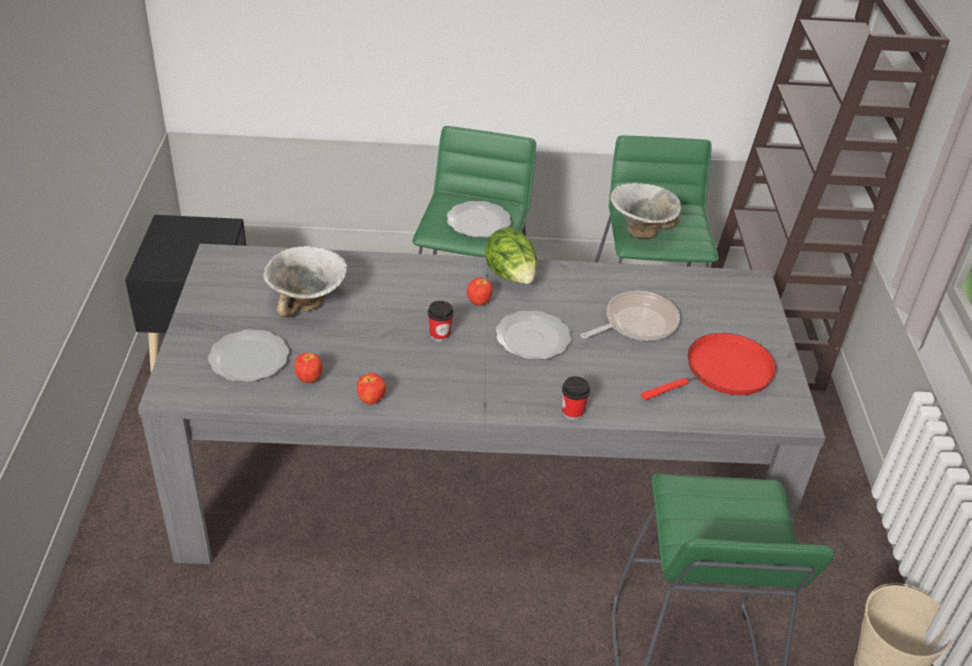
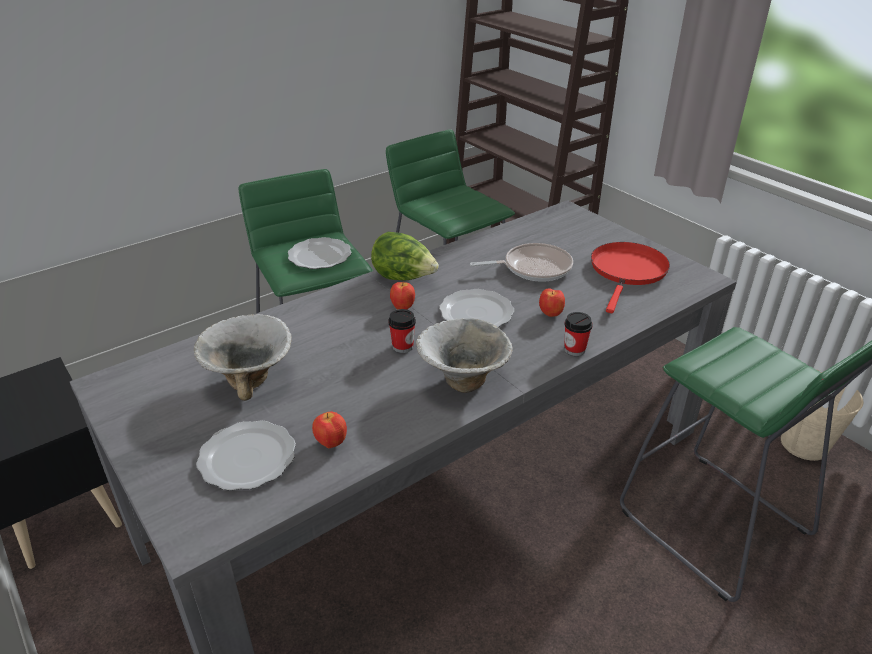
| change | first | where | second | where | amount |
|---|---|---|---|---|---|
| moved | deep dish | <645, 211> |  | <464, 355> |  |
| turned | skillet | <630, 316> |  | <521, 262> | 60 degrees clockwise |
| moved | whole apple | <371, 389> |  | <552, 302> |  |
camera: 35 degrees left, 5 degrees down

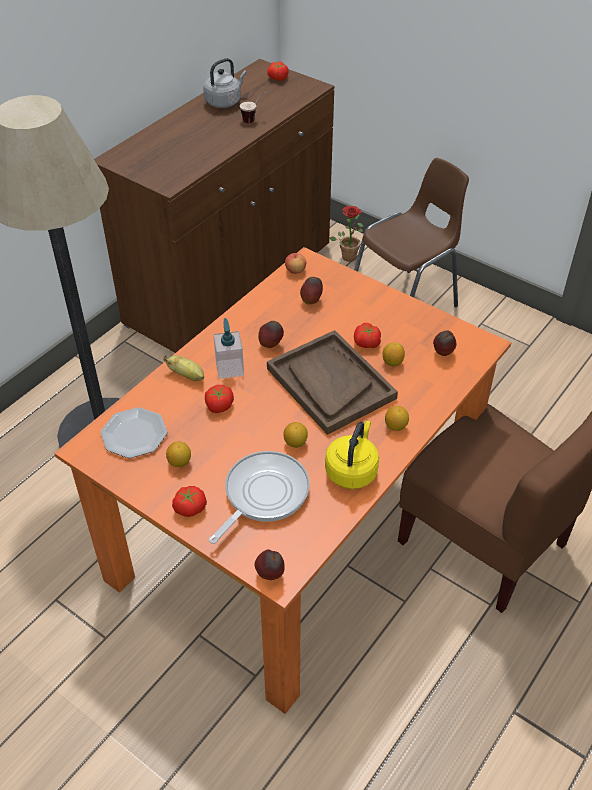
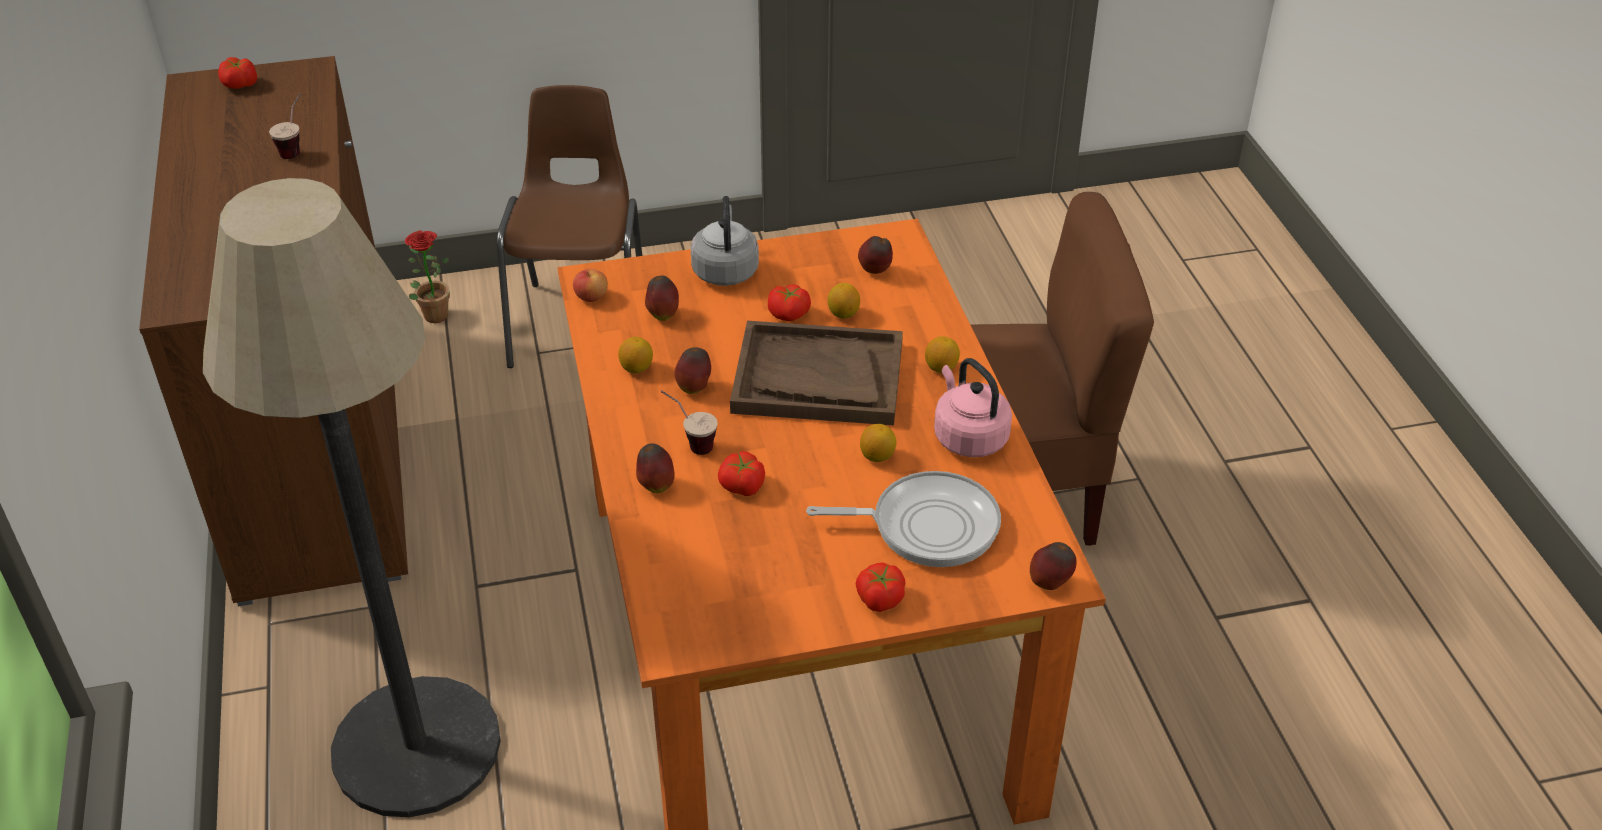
| change | first | where | second | where | amount |
|---|---|---|---|---|---|
| moved | tea kettle in greyish | <225, 83> |  | <724, 241> |  |
| replaced | liquid soap bottle | <229, 348> | cup | <689, 423> |  |
| replaced | whole banana | <184, 368> | whole apple | <655, 468> |  |
| removed | plate | <134, 432> |  |  |  |
| recoloured | tea kettle in yellow-coloured | <352, 455> | tea kettle in pink-coloured | <973, 407> |  |
| moved | whole lemon | <178, 454> |  | <635, 355> |  |
| turned | skillet | <259, 497> |  | <903, 519> | 105 degrees clockwise |
camera: 50 degrees left, 5 degrees down

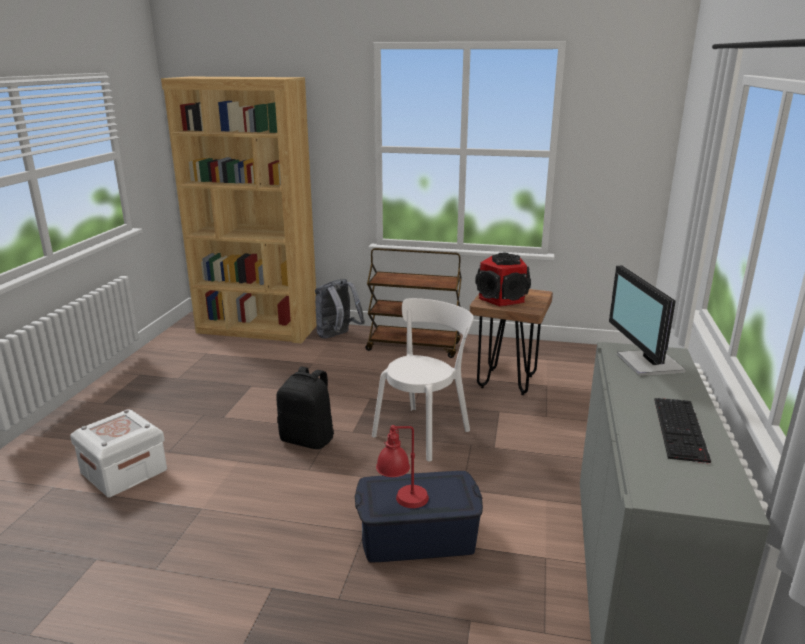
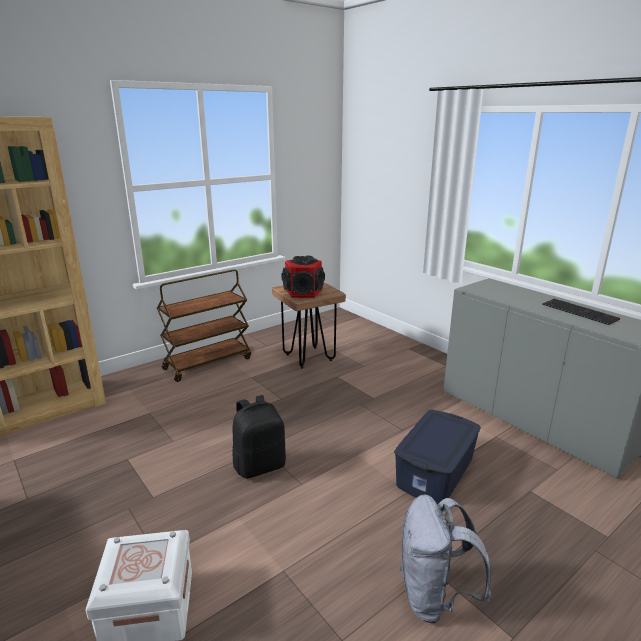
| change | first | where | second | where | amount |
|---|---|---|---|---|---|
| removed | monitor | <647, 321> |  |  |  |
| moved | knapsack in greyish | <340, 309> |  | <445, 559> |  |
| removed | chair in whitish | <423, 379> |  |  |  |
| removed | table lamp in red-coloured | <402, 466> |  |  |  |
camera: 50 degrees left, 0 degrees up

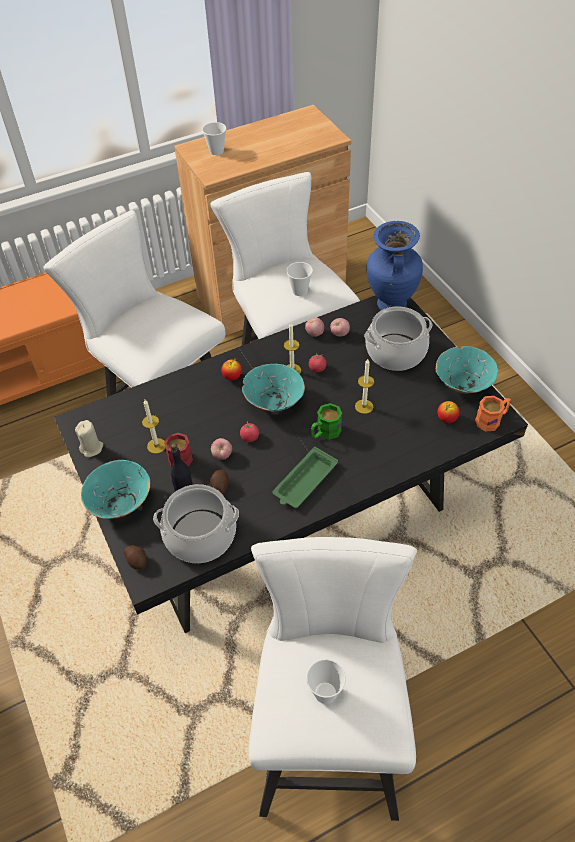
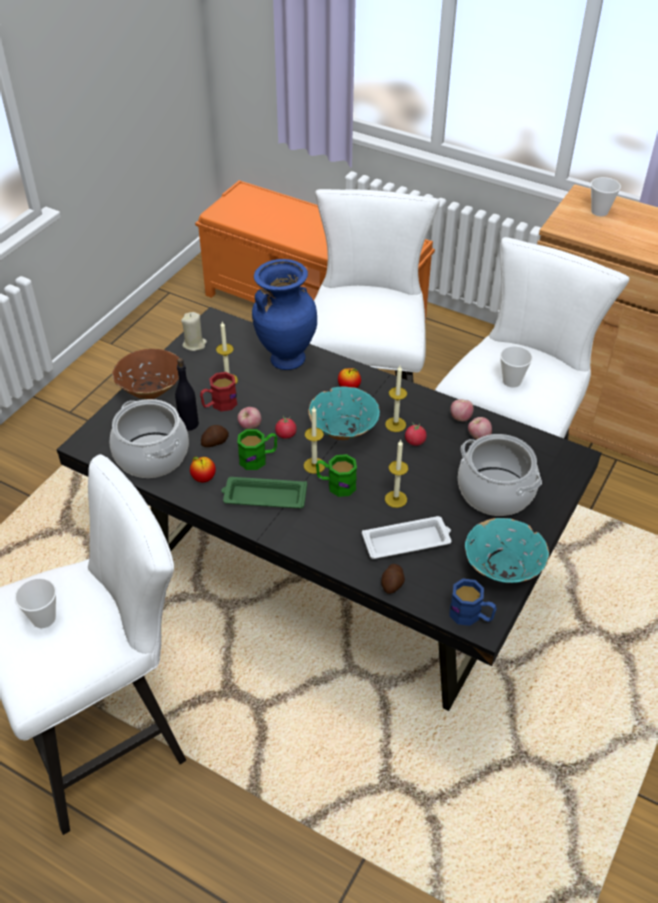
| change | first | where | second | where | amount |
|---|---|---|---|---|---|
| moved | decorative vase in blue | <394, 265> |  | <284, 314> |  |
| recoloured | tea mug in orangey | <493, 413> | tea mug in blue | <473, 602> |  |
| moved | whole apple | <448, 412> |  | <203, 469> |  |
| recoloured | deep dish in turquoise | <115, 489> | deep dish in brown-coloured | <145, 374> |  |
| moved | spud | <135, 557> |  | <393, 579> |  |
| added |  |  | candle | <314, 440> |  |
| added |  |  | tea mug in green | <257, 449> |  |
| added |  |  | serving tray in whitish | <407, 537> |  |
camera: 55 degrees right, 5 degrees down

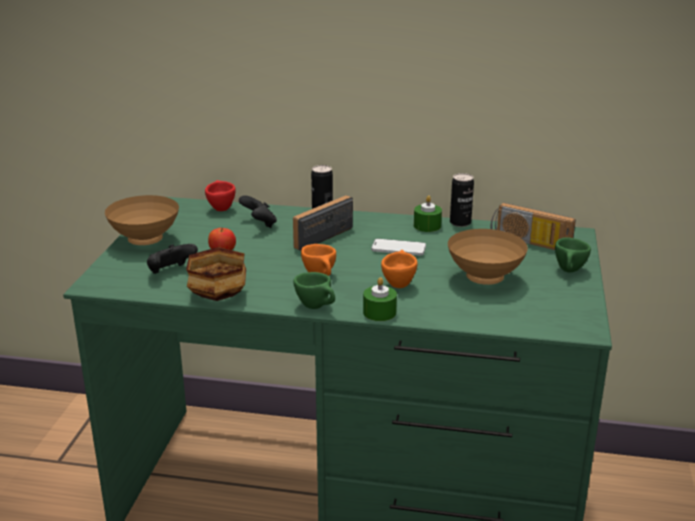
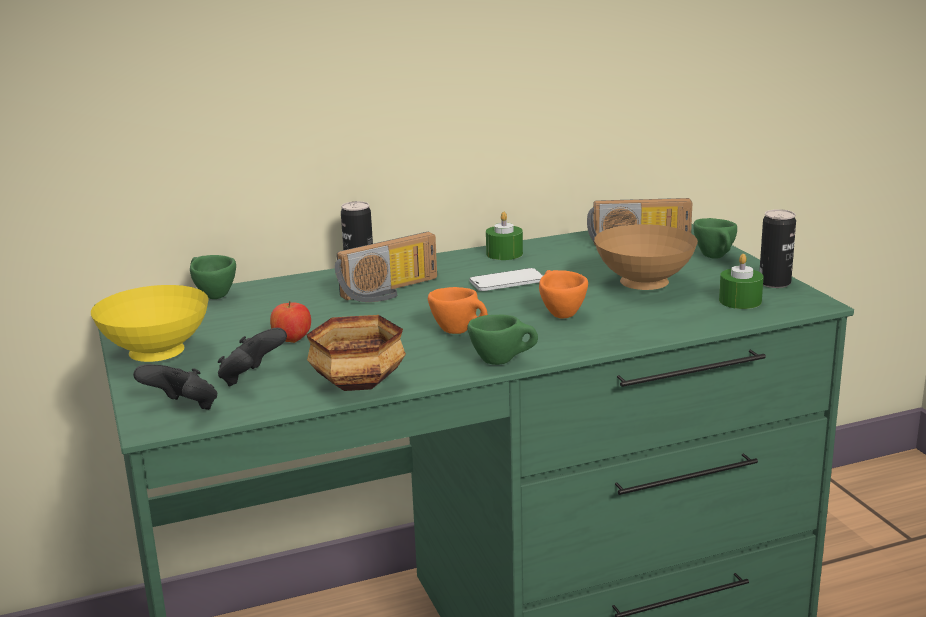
| change | first | where | second | where | amount |
|---|---|---|---|---|---|
| moved | sealed can | <462, 200> |  | <777, 248> |  |
| recoloured | cup in red-coloured | <220, 195> | cup in green | <213, 277> |  |
| recoloured | deep dish in brown-coloured | <142, 220> | deep dish in yellow-coloured | <150, 323> |  |
| moved | game controller in black-coloured | <258, 211> |  | <175, 387> |  |
| turned | radio | <323, 223> |  | <386, 267> | 135 degrees counterclockwise |
| moved | candle in green | <380, 299> |  | <741, 281> |  |
camera: 30 degrees left, 5 degrees down

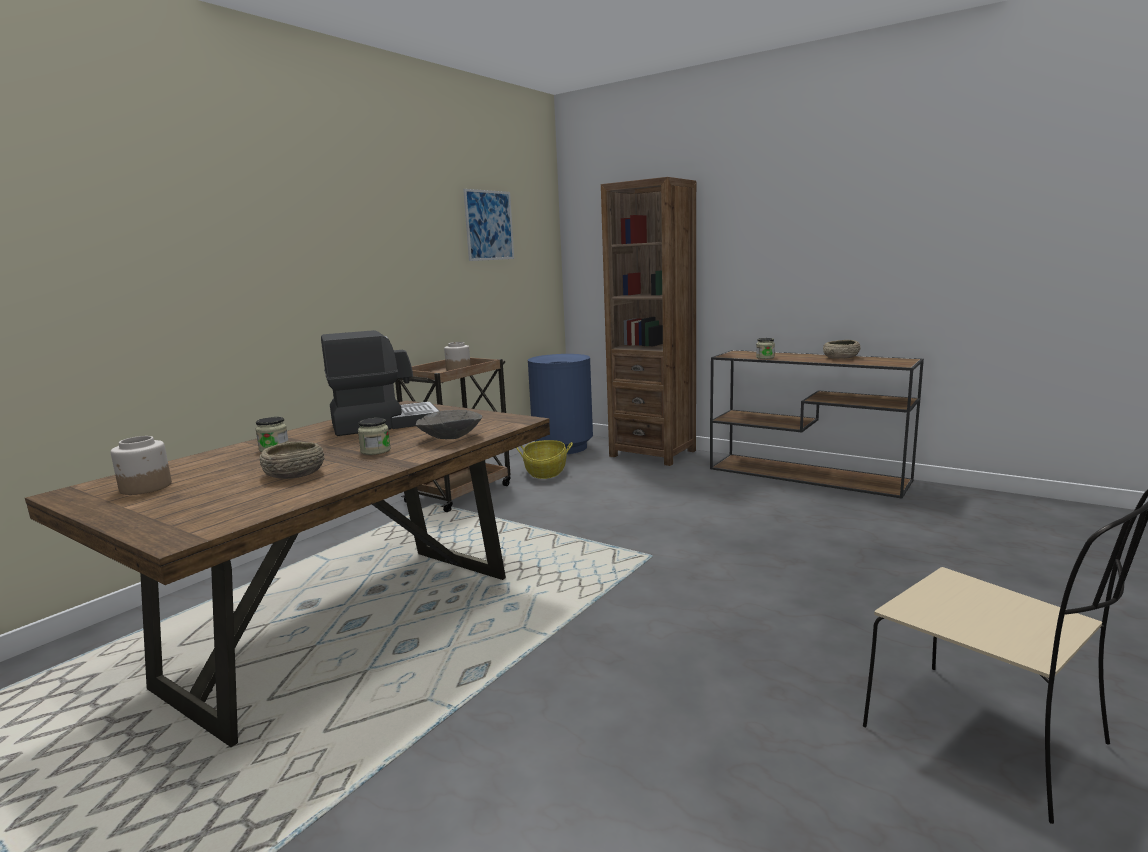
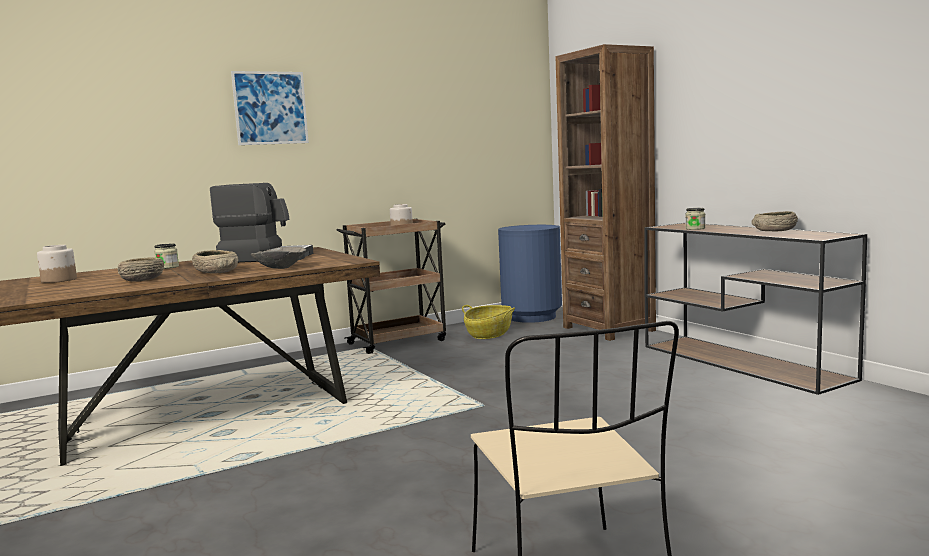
| change | first | where | second | where | amount |
|---|---|---|---|---|---|
| moved | wall art | <488, 225> |  | <270, 108> |  |
| replaced | preserve jar | <374, 436> | deep dish in beige | <215, 261> |  |
camera: 25 degrees right, 5 degrees down

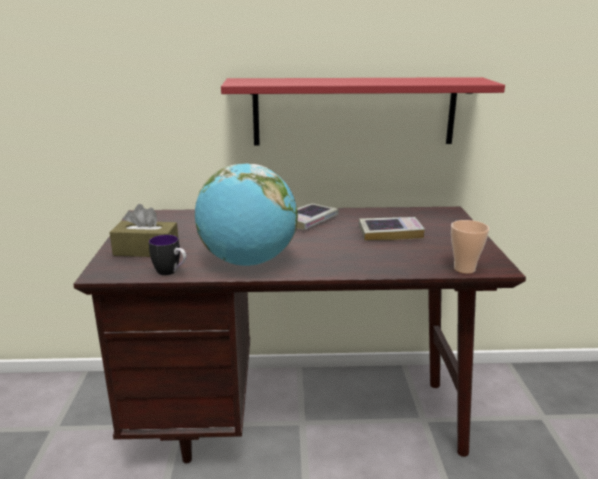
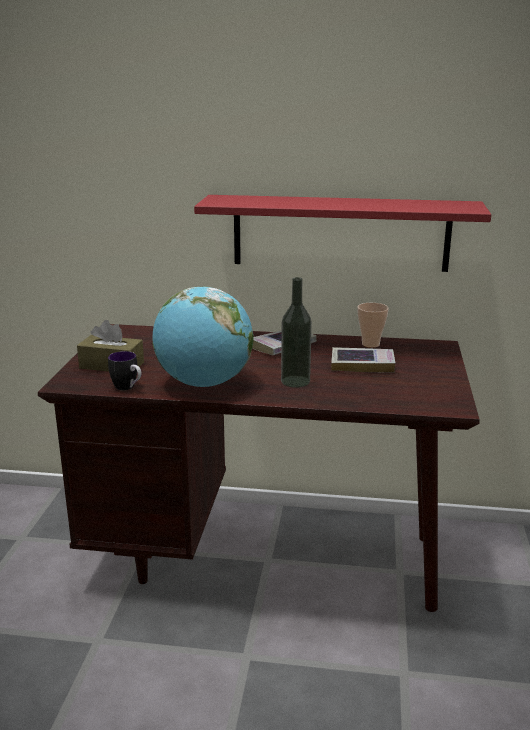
| change | first | where | second | where | amount |
|---|---|---|---|---|---|
| moved | cup | <470, 247> |  | <373, 325> |  |
| added |  |  | beverage bottle | <296, 332> |  |
camera: 10 degrees right, 0 degrees up

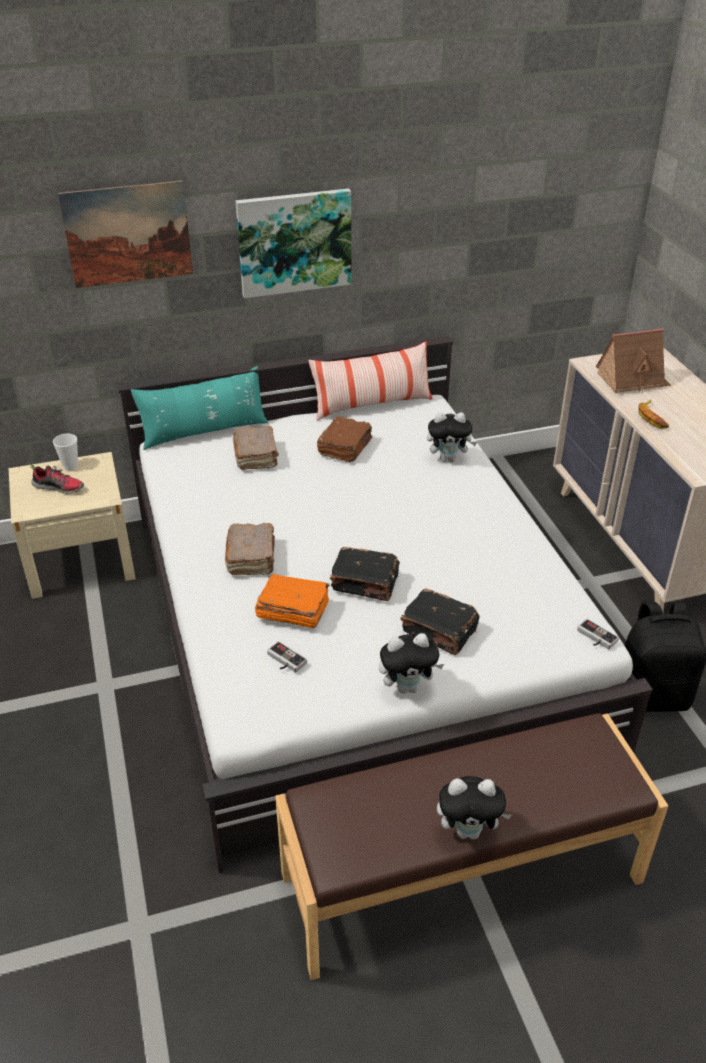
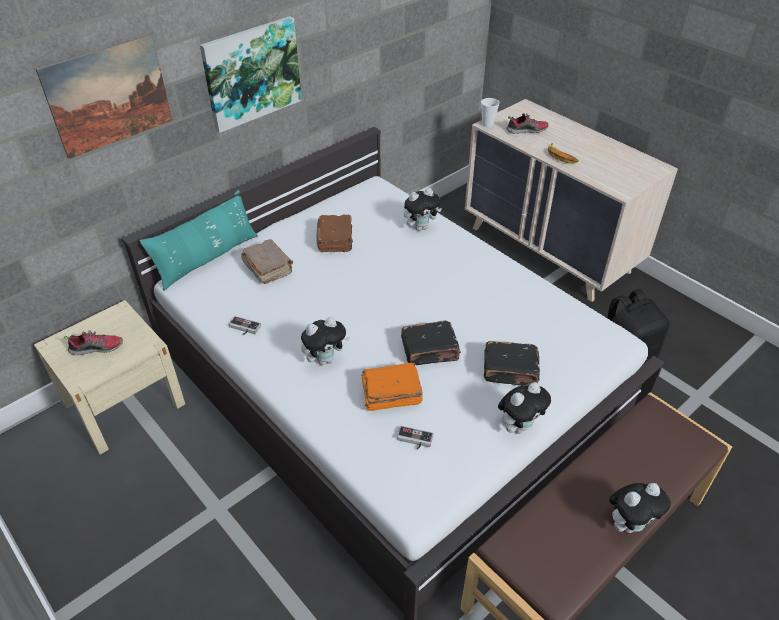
| change | first | where | second | where | amount |
|---|---|---|---|---|---|
| replaced | toy house | <633, 361> | low shoe | <527, 123> |  |
| removed | pillow | <370, 381> |  |  |  |
| moved | cup | <65, 452> |  | <490, 113> |  |
| replaced | volume in brown-coloured | <250, 549> | plush toy | <325, 341> |  |
| moved | game controller | <598, 634> |  | <245, 325> |  |
camera: 25 degrees left, 5 degrees up

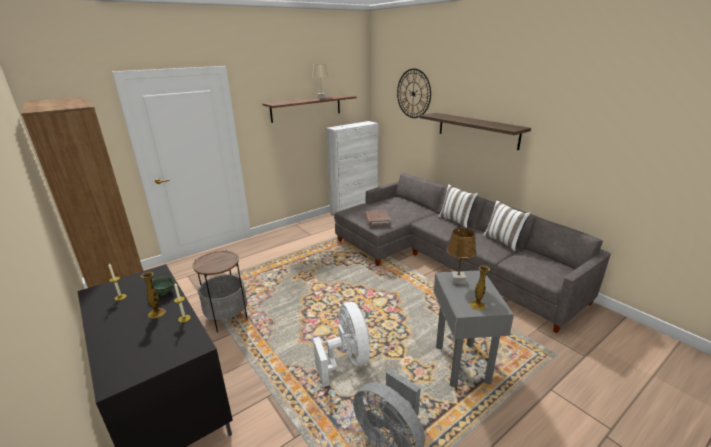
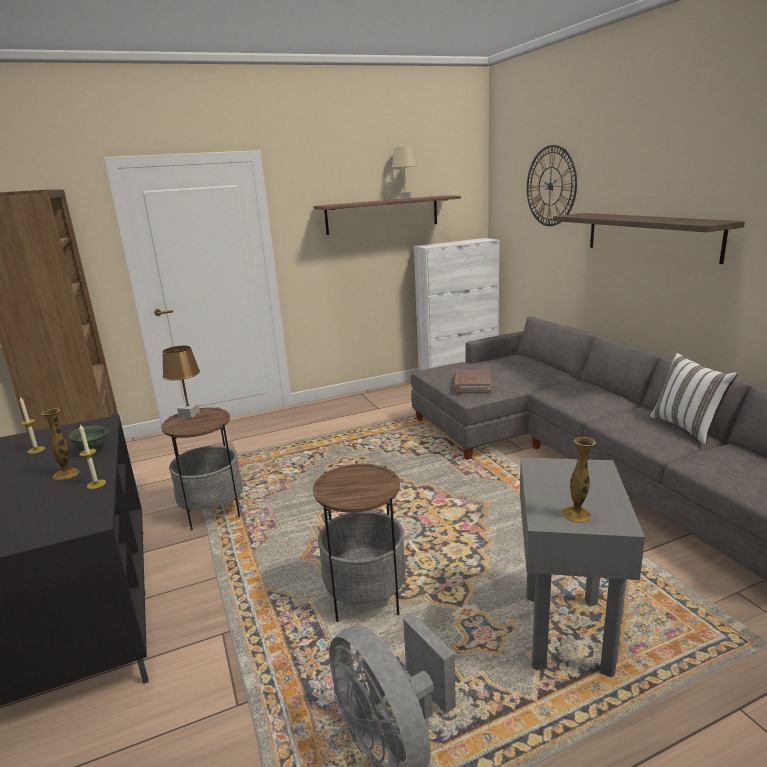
| change | first | where | second | where | amount |
|---|---|---|---|---|---|
| removed | pillow in whitish | <458, 206> |  |  |  |
| moved | table lamp in brown-coloured | <462, 256> |  | <181, 382> |  |
| replaced | fan in whitish | <341, 344> | side table | <359, 543> |  |
camera: 15 degrees right, 5 degrees down

